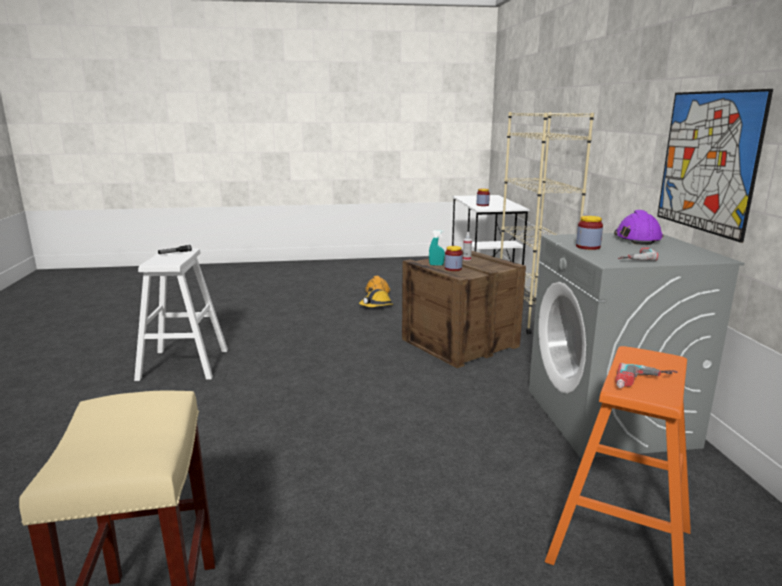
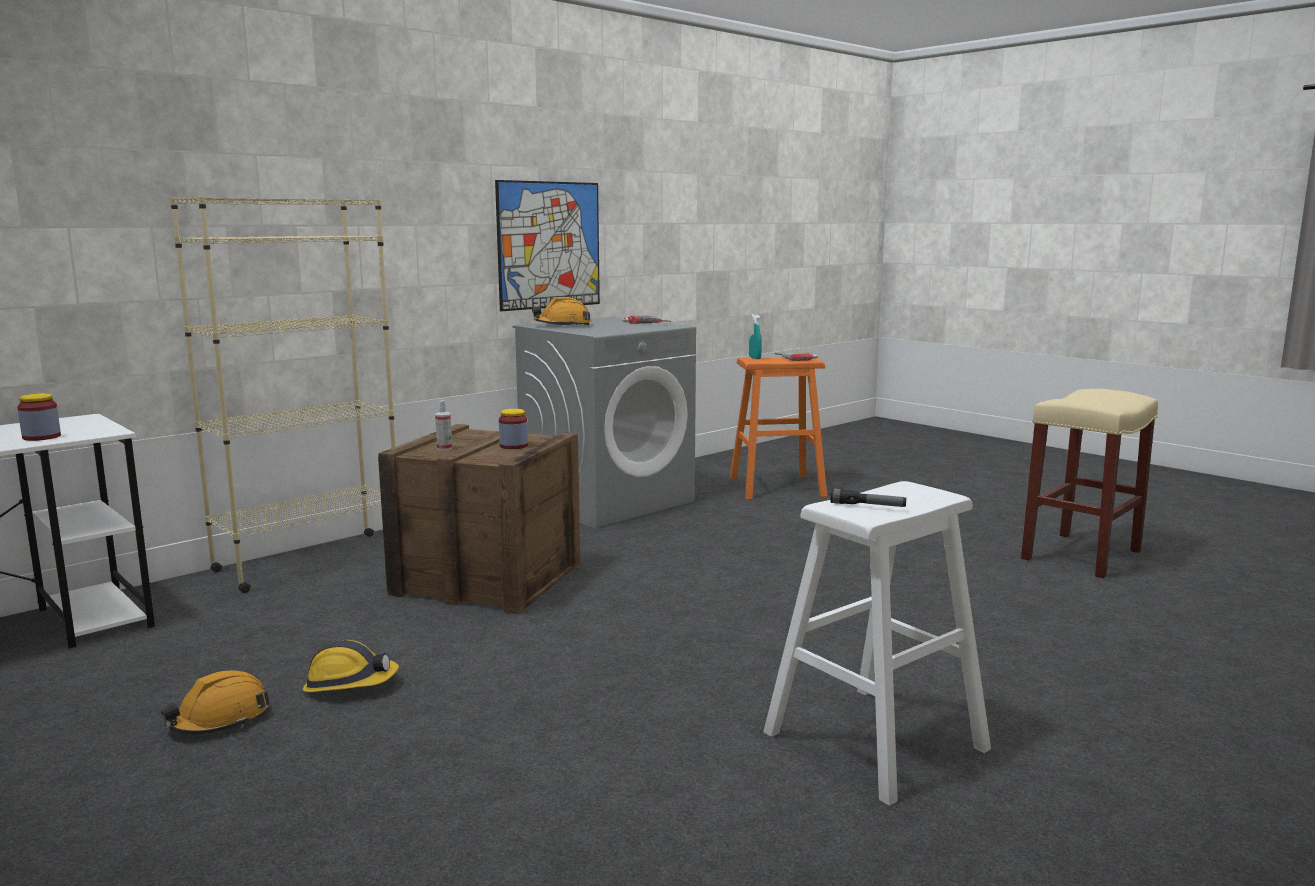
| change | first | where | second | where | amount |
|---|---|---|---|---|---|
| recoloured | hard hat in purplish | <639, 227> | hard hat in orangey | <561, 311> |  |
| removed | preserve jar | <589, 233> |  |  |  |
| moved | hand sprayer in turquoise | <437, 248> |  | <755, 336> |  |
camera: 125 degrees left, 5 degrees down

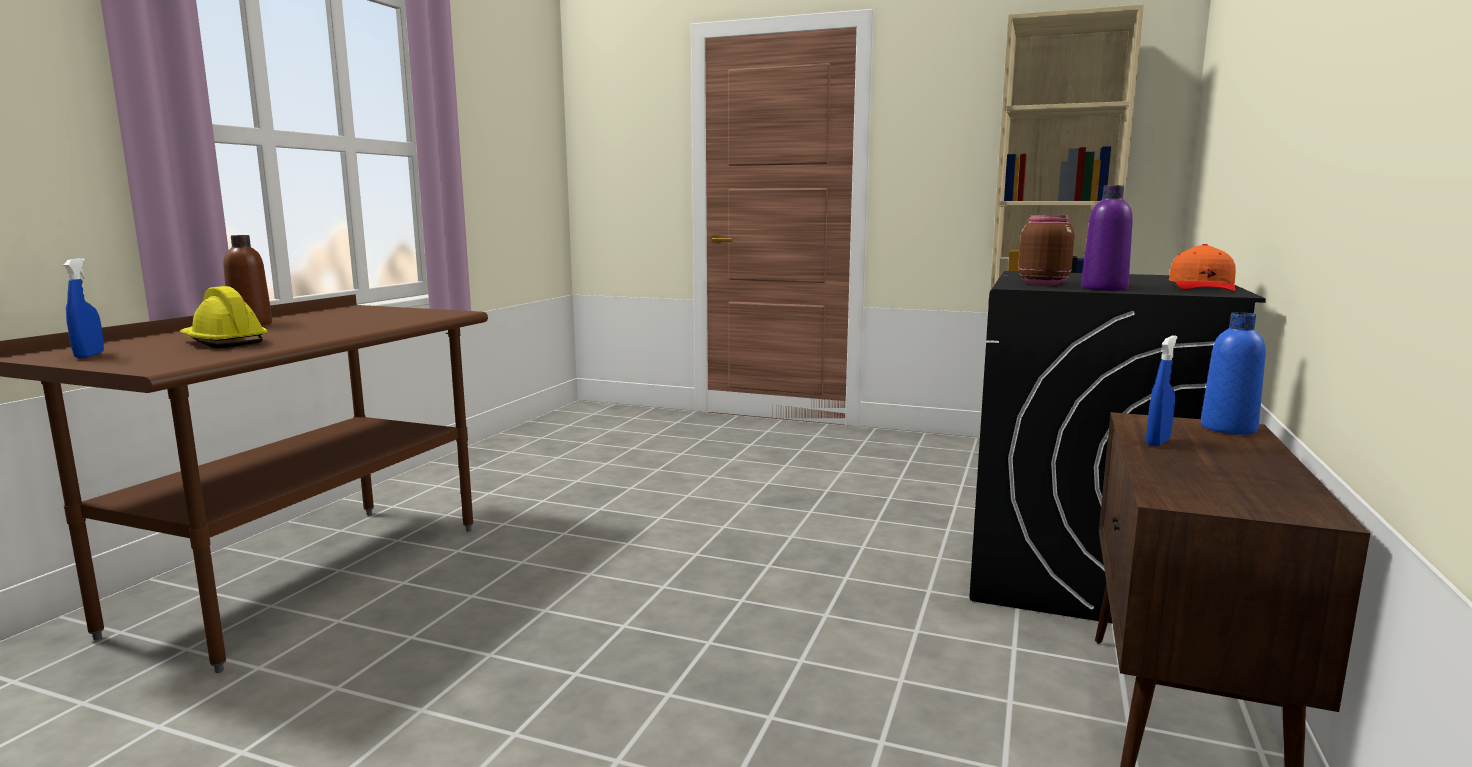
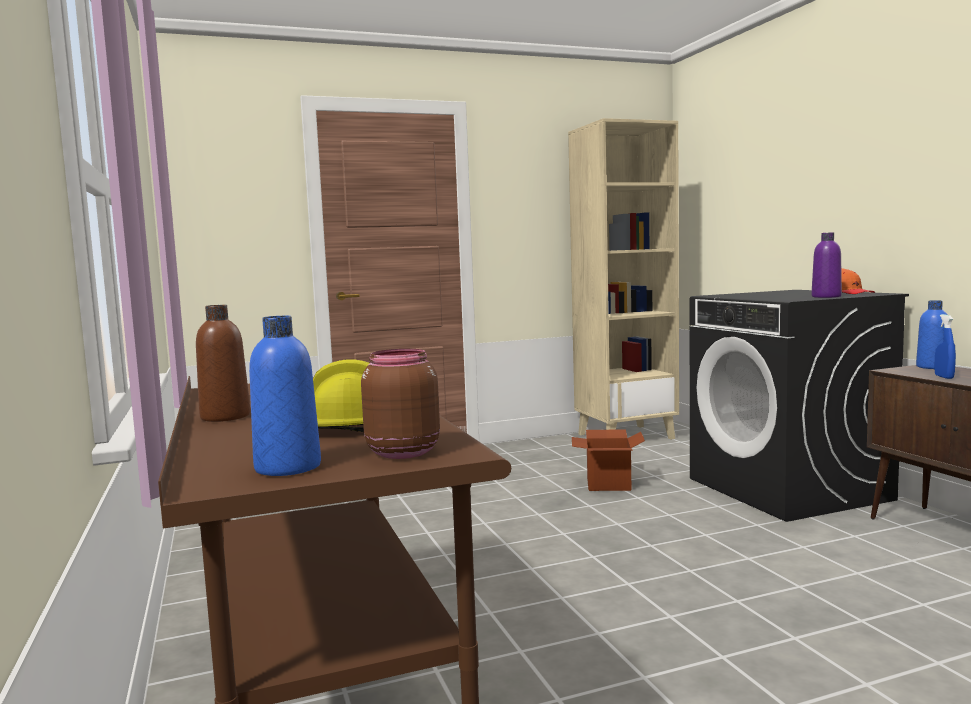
| change | first | where | second | where | amount |
|---|---|---|---|---|---|
| moved | preserve jar in brown-coloured | <1046, 250> |  | <400, 404> |  |
| replaced | hand sprayer in blue | <84, 308> | beverage bottle in blue | <285, 396> |  |
| added |  |  | cardboard box | <608, 460> |  |
camera: 40 degrees left, 5 degrees down

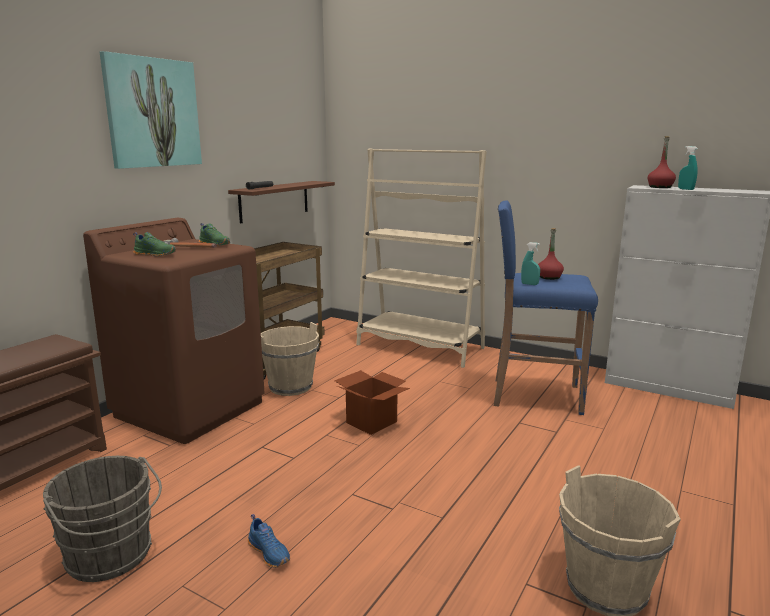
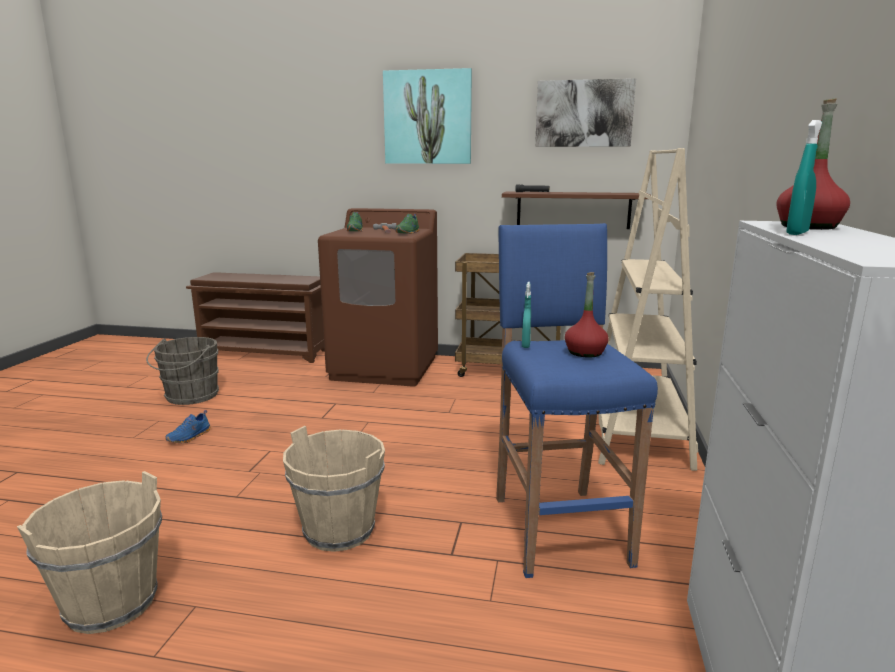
| change | first | where | second | where | amount |
|---|---|---|---|---|---|
| moved | pail in beige | <290, 359> |  | <334, 489> |  |
| removed | cardboard box | <372, 402> |  |  |  |
| added |  |  | wall art | <585, 112> |  |
camera: 70 degrees right, 0 degrees up

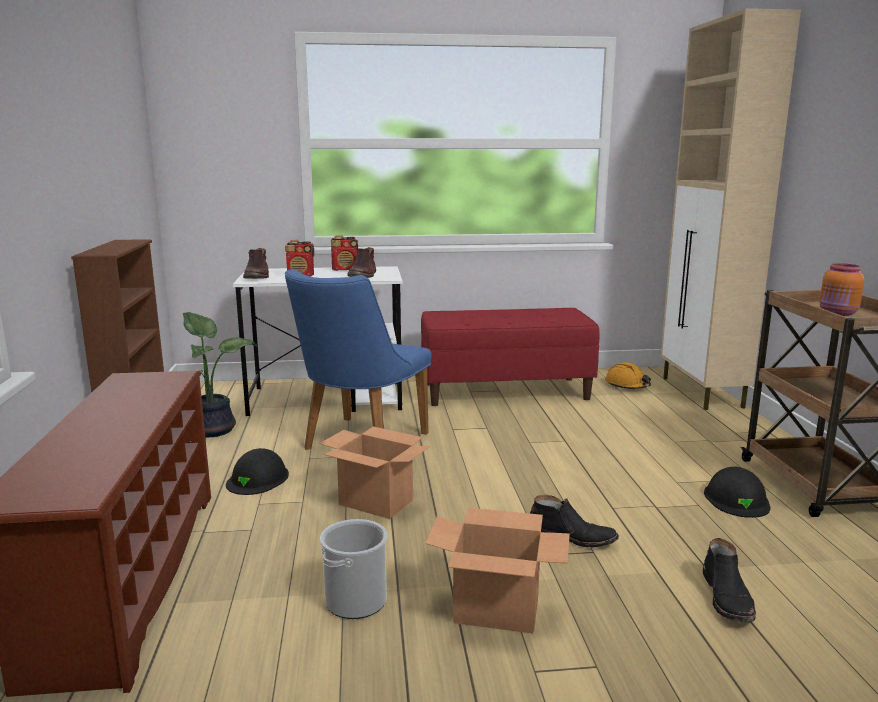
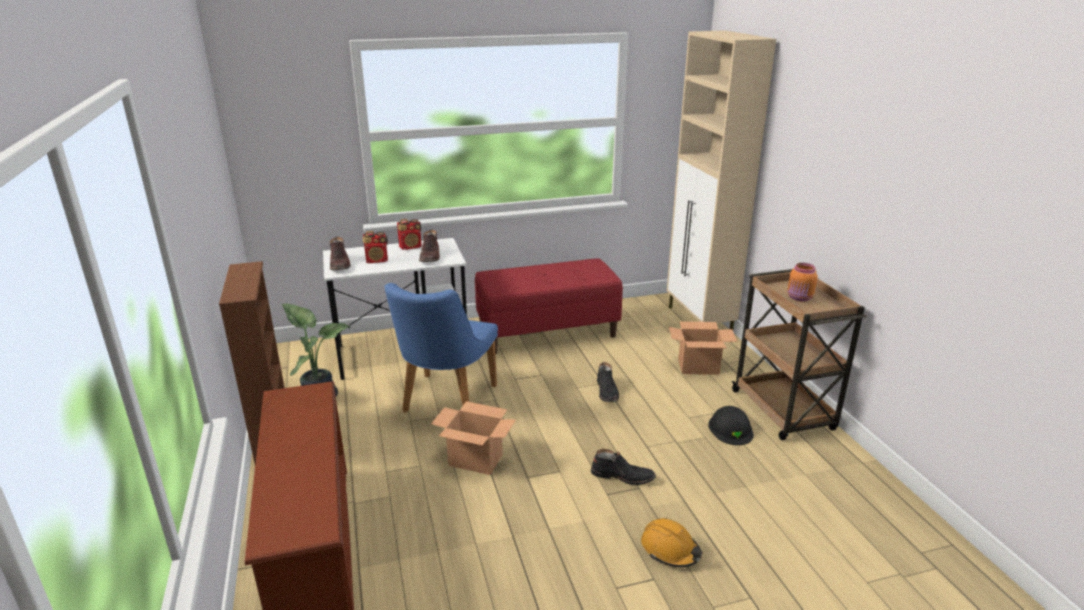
| change | first | where | second | where | amount |
|---|---|---|---|---|---|
| moved | hard hat in orangey | <628, 375> |  | <672, 542> |  |
| removed | hard hat in black-coloured | <257, 471> |  |  |  |
| moved | cardboard box | <497, 570> |  | <703, 348> |  |
| removed | pail | <353, 569> |  |  |  |
| moved | boot in black-coloured | <729, 580> |  | <608, 382> |  |
camera: 10 degrees left, 10 degrees up

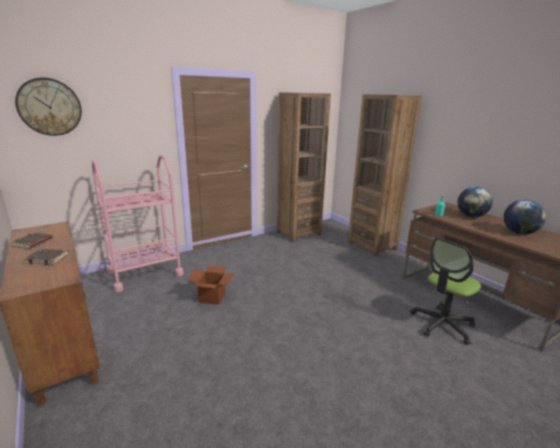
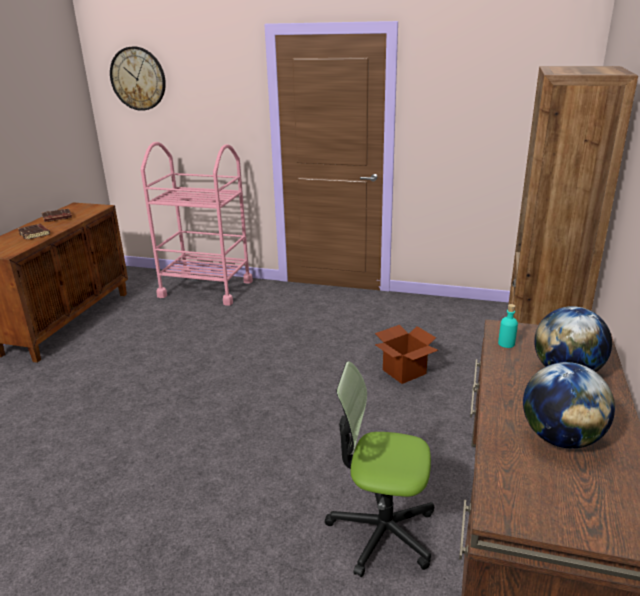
| change | first | where | second | where | amount |
|---|---|---|---|---|---|
| removed | bookshelf in brown-coloured | <303, 167> |  |  |  |
| moved | cardboard box | <210, 285> |  | <406, 354> |  |
camera: 50 degrees right, 5 degrees up

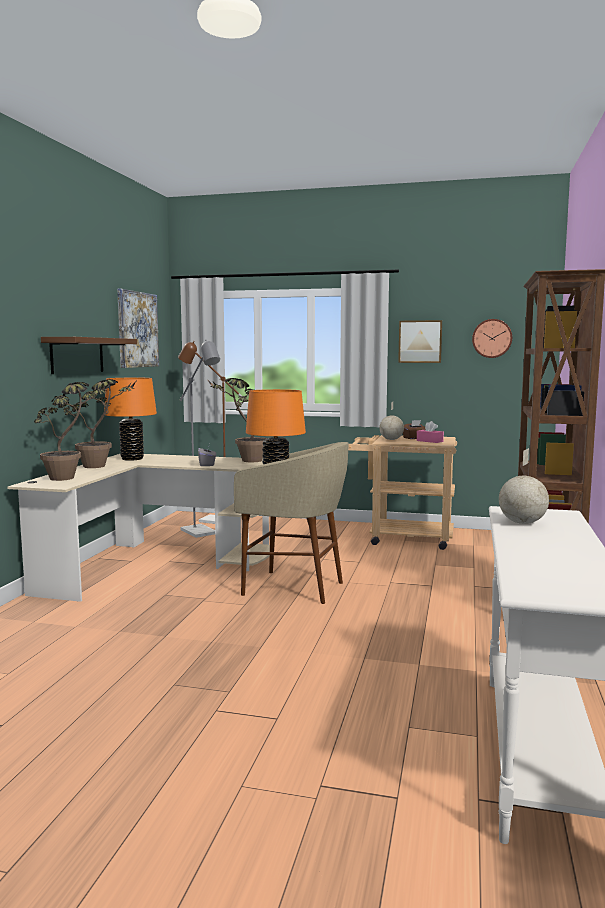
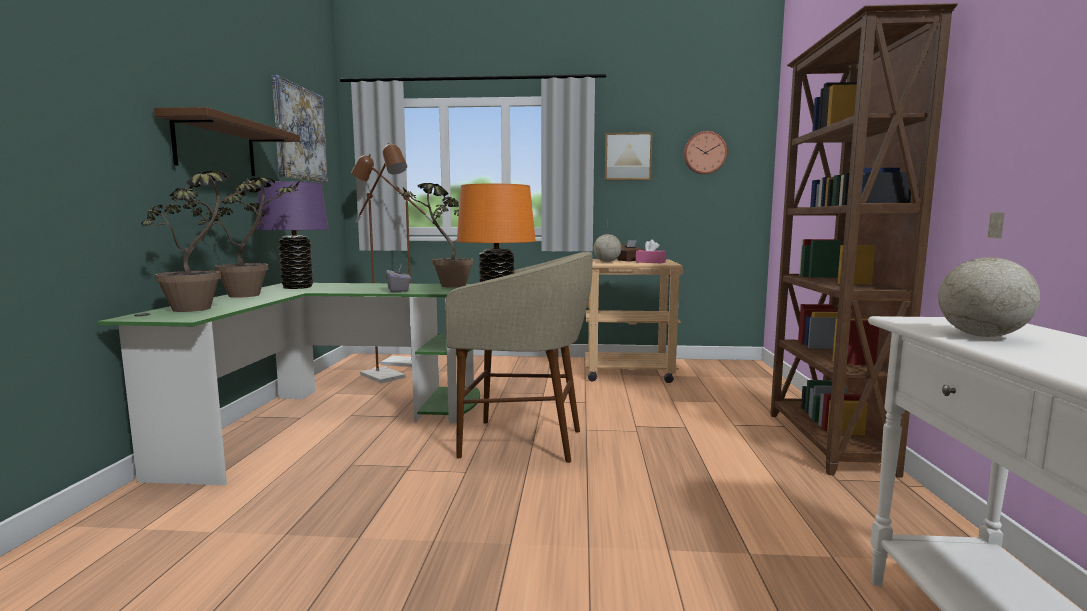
| change | first | where | second | where | amount |
|---|---|---|---|---|---|
| recoloured | standing lamp in greyish | <200, 439> | standing lamp in brown-coloured | <381, 263> |  |
| recoloured | table lamp in orangey | <130, 419> | table lamp in purplish | <293, 235> |  |
| recoloured | desk in beige | <138, 528> | desk in green | <288, 384> |  |
camera: 10 degrees left, 0 degrees up

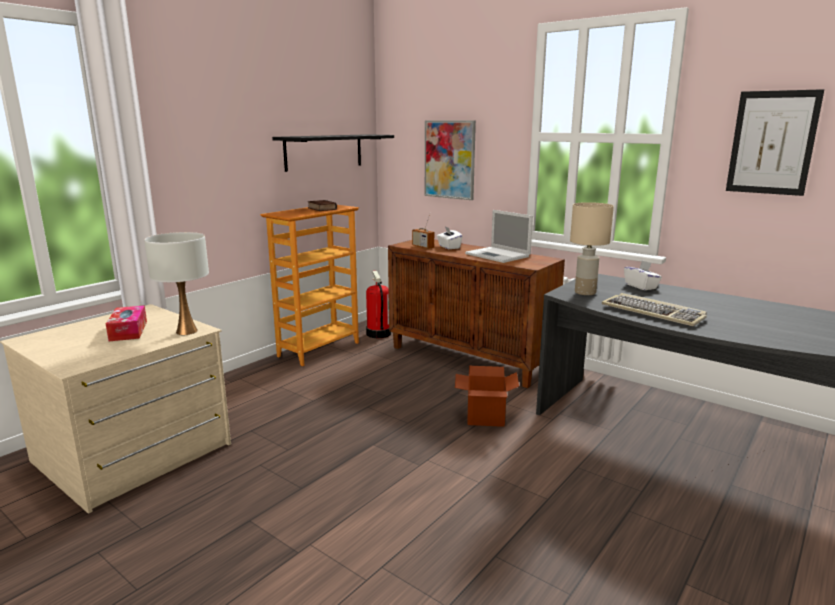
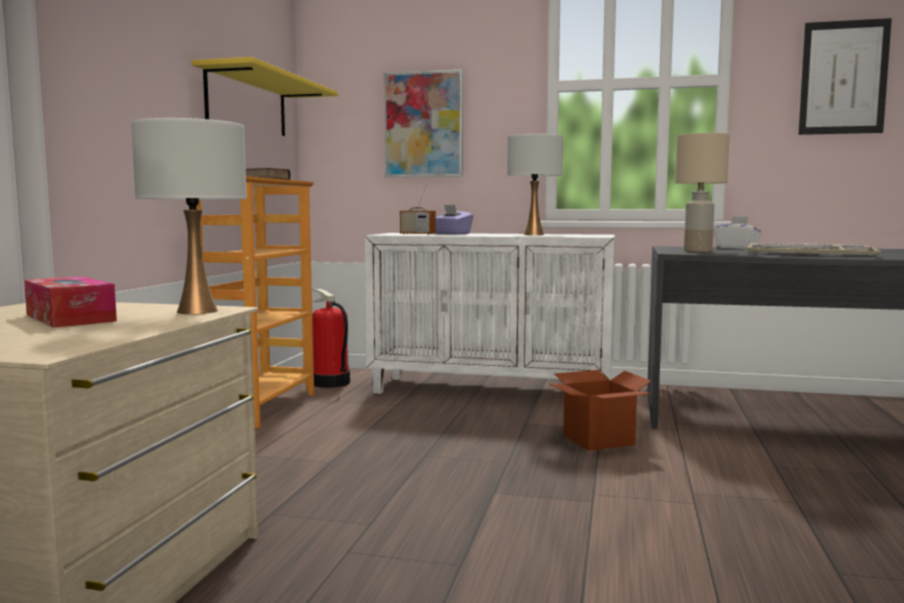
| change | first | where | second | where | amount |
|---|---|---|---|---|---|
| recoloured | bracket shelf in black-coloured | <333, 153> | bracket shelf in yellow-coloured | <264, 96> |  |
| replaced | portable computer | <499, 236> | table lamp in whitish | <535, 184> |  |
| recoloured | tissue box in whitish | <449, 237> | tissue box in purplish | <454, 220> |  |
| recoloured | storage cabinet in brown-coloured | <476, 313> | storage cabinet in whitish | <490, 313> |  |
camera: 25 degrees left, 10 degrees down

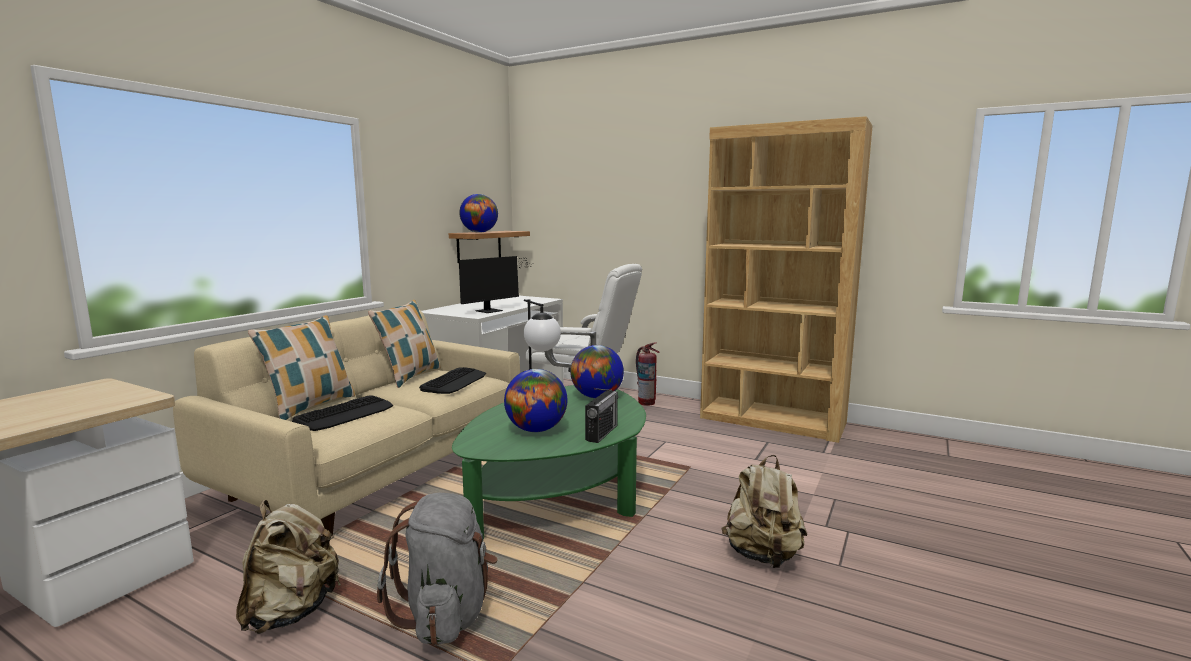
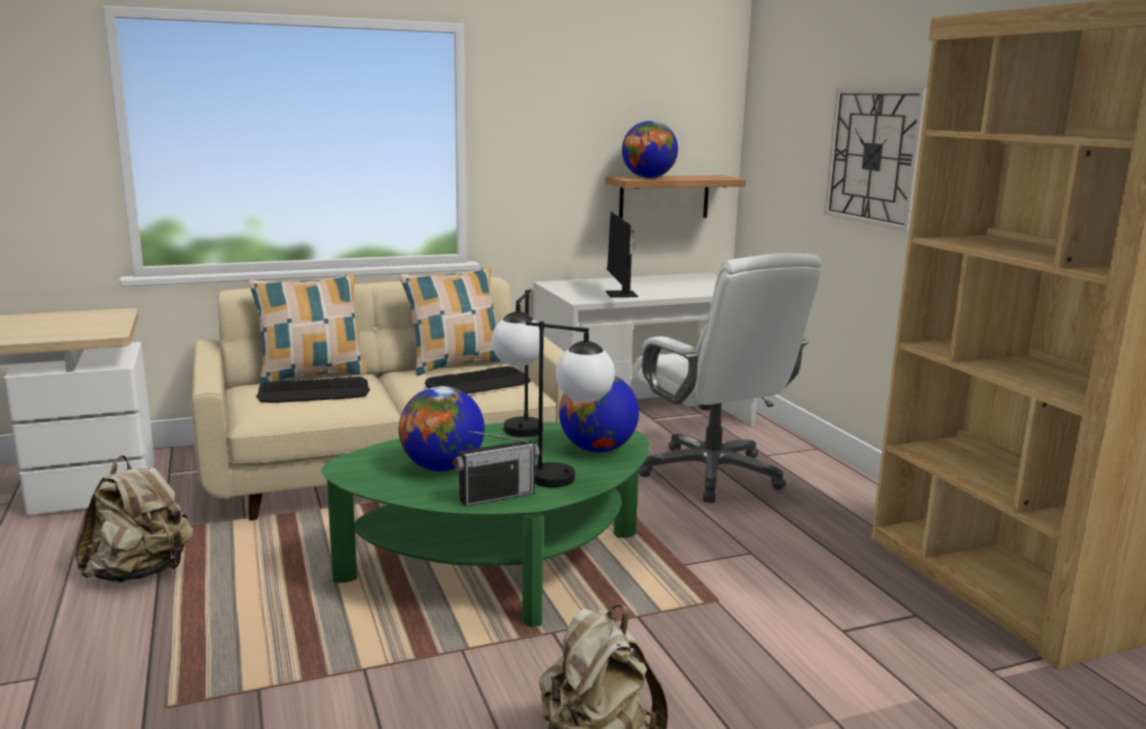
| change | first | where | second | where | amount |
|---|---|---|---|---|---|
| turned | monitor | <496, 284> |  | <622, 255> | 90 degrees clockwise |
| removed | extinguisher | <647, 374> |  |  |  |
| removed | knapsack in greyish | <437, 569> |  |  |  |
| added |  |  | hanging clock | <875, 159> |  |
| added |  |  | table lamp | <570, 404> |  |
camera: 40 degrees right, 5 degrees up

